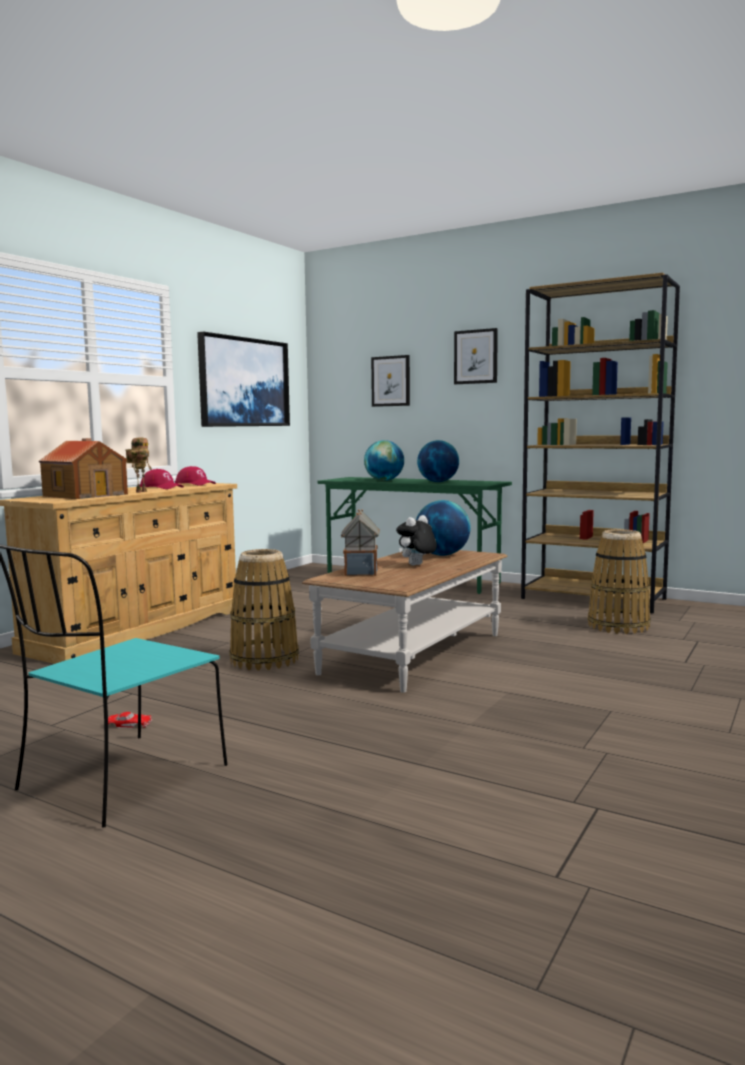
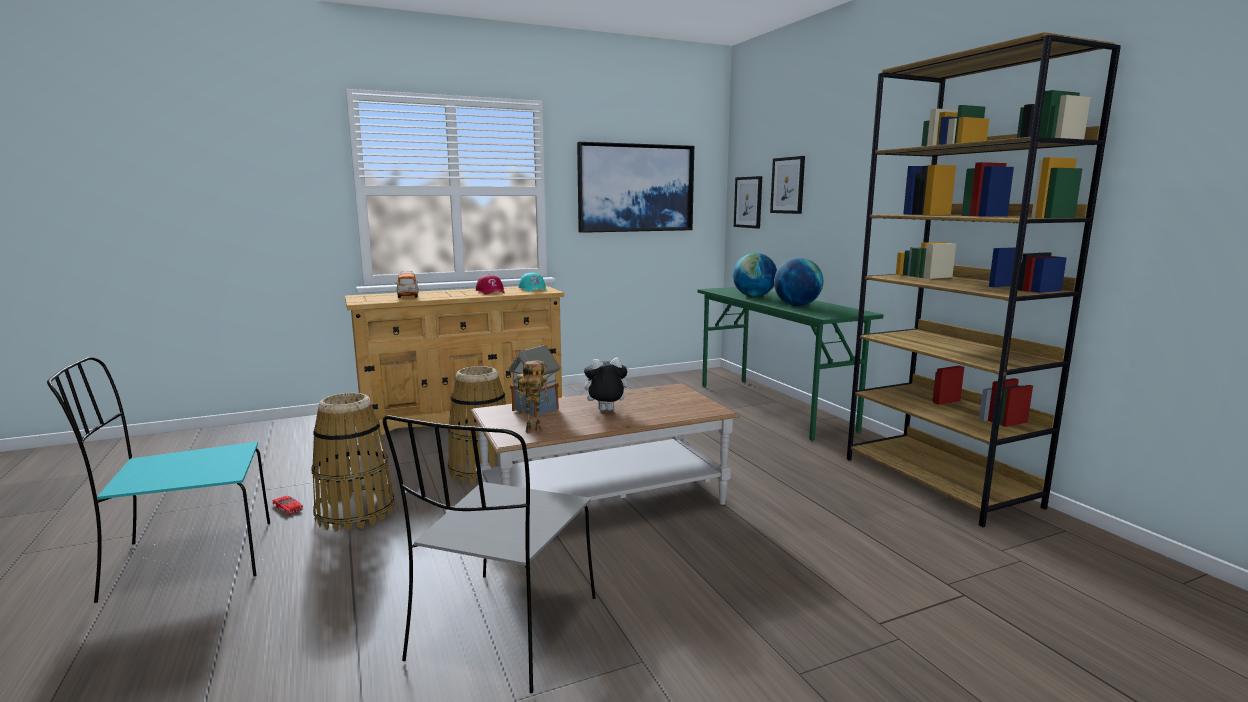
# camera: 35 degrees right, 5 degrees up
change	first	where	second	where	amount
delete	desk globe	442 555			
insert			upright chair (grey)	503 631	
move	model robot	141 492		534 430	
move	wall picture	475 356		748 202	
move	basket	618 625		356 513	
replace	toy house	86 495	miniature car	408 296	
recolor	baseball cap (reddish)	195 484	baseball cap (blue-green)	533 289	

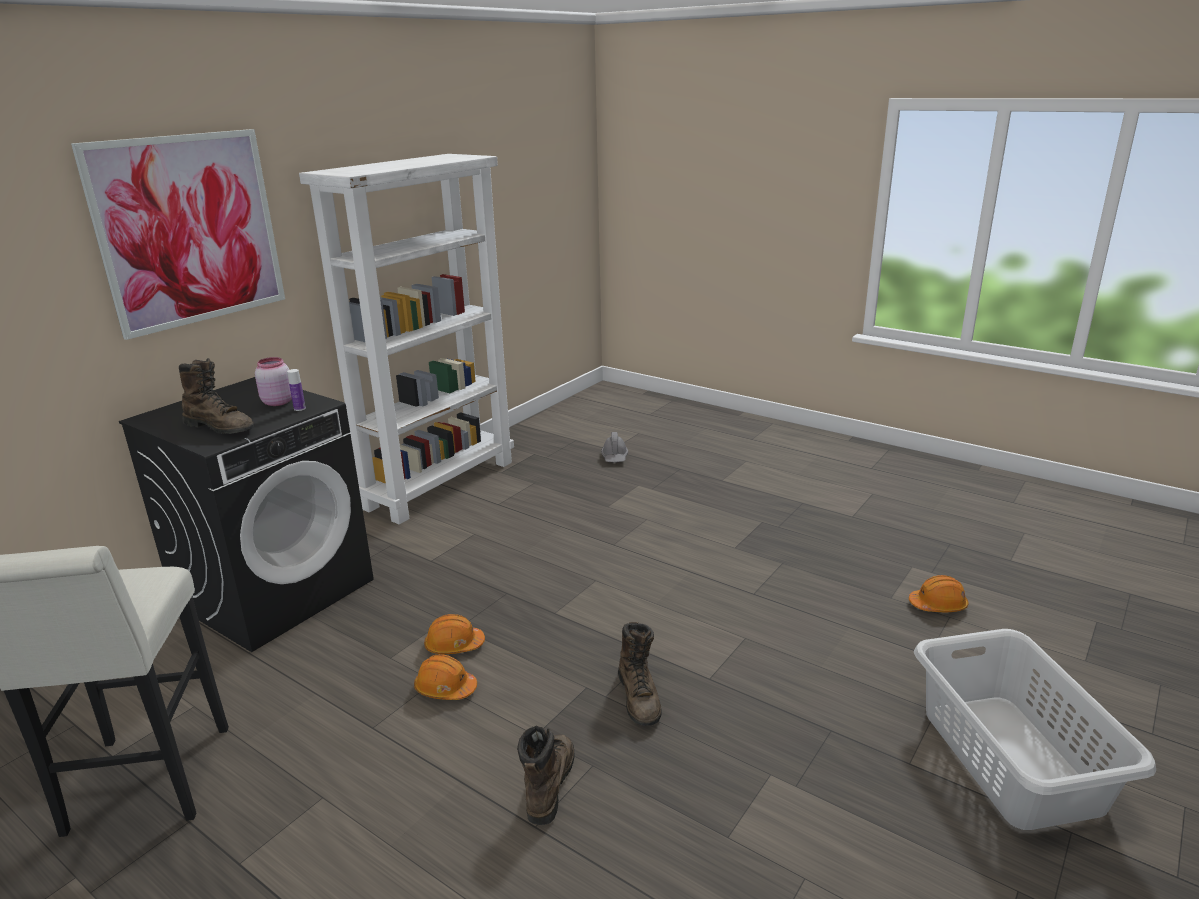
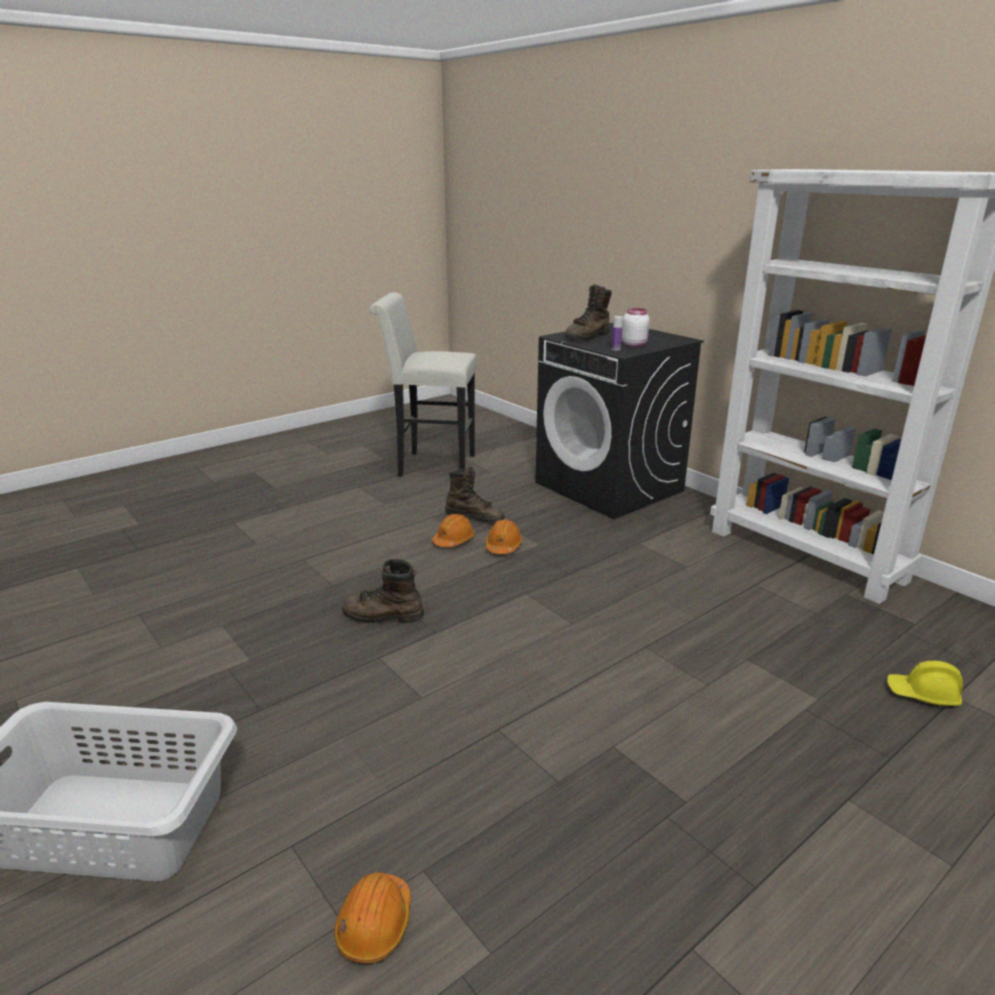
# camera: 105 degrees right, 0 degrees up
change	first	where	second	where	amount
delete	wall picture	189 230			
move	tall boot (brown)	548 784		475 516	
recolor	jar (pink-coloured)	277 402	jar (whitish)	634 345	
recolor	safety helmet (grey)	615 457	safety helmet (yellowish)	922 695	

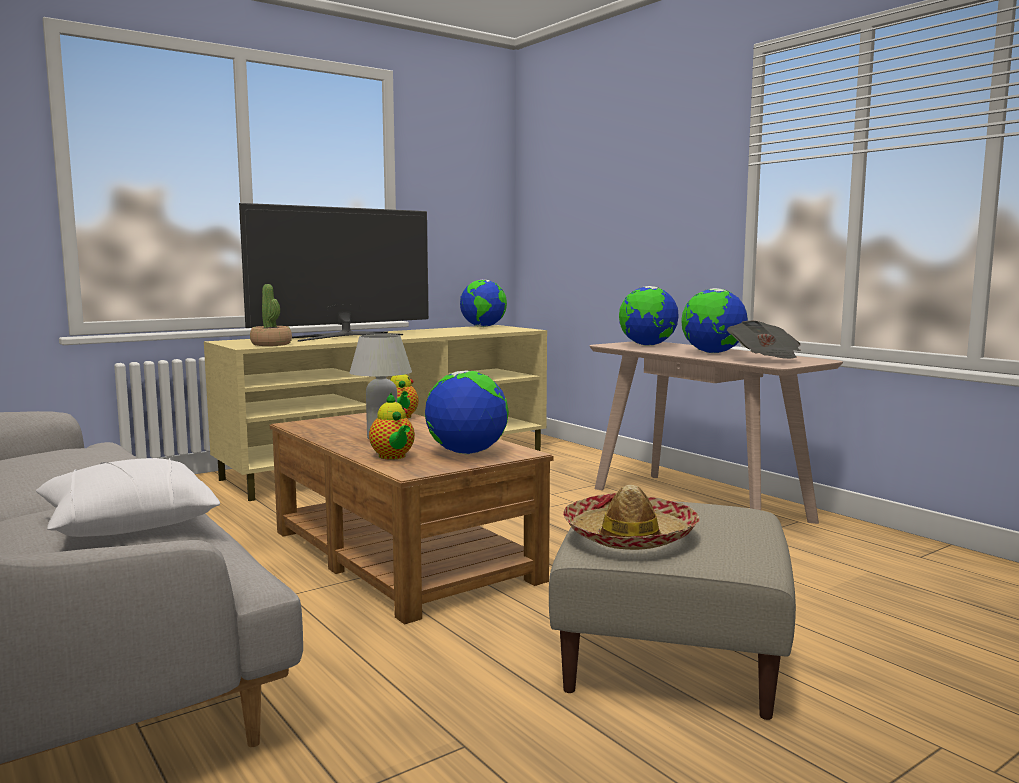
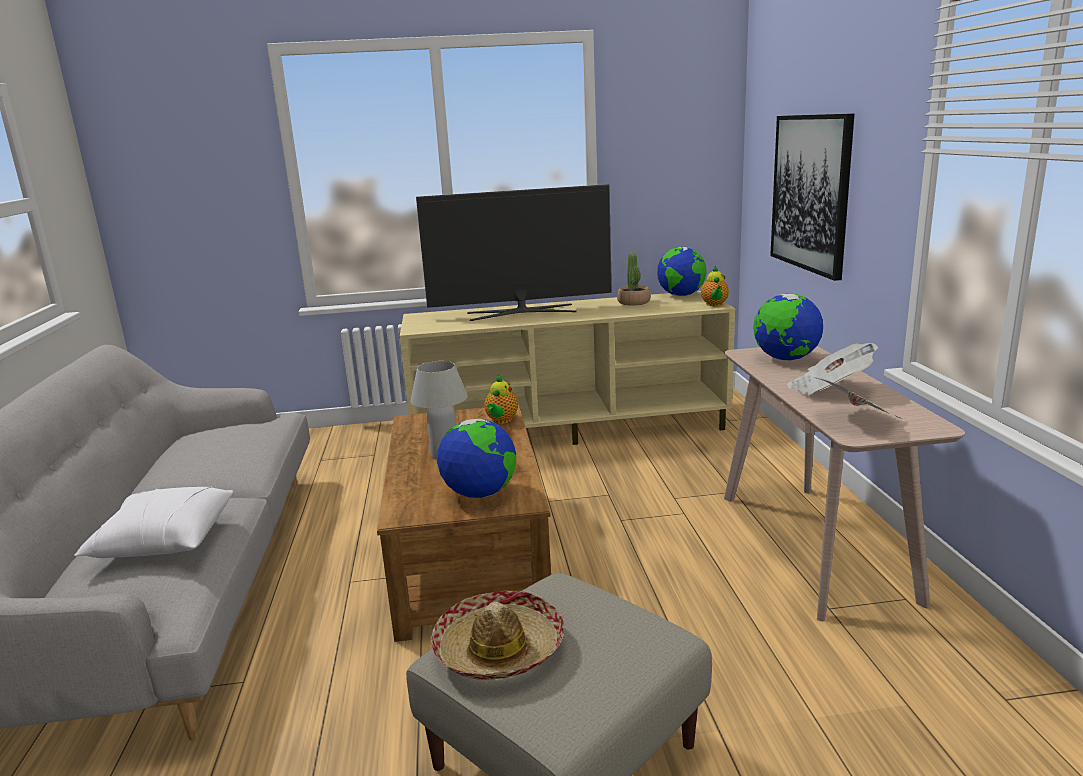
# camera: 30 degrees right, 10 degrees up
change	first	where	second	where	amount
insert			wall picture	810 193	
move	plant in a pot	271 344		634 302	
move	teapot	393 457		714 304	
replace	desk globe	712 353	printed paper	829 389	

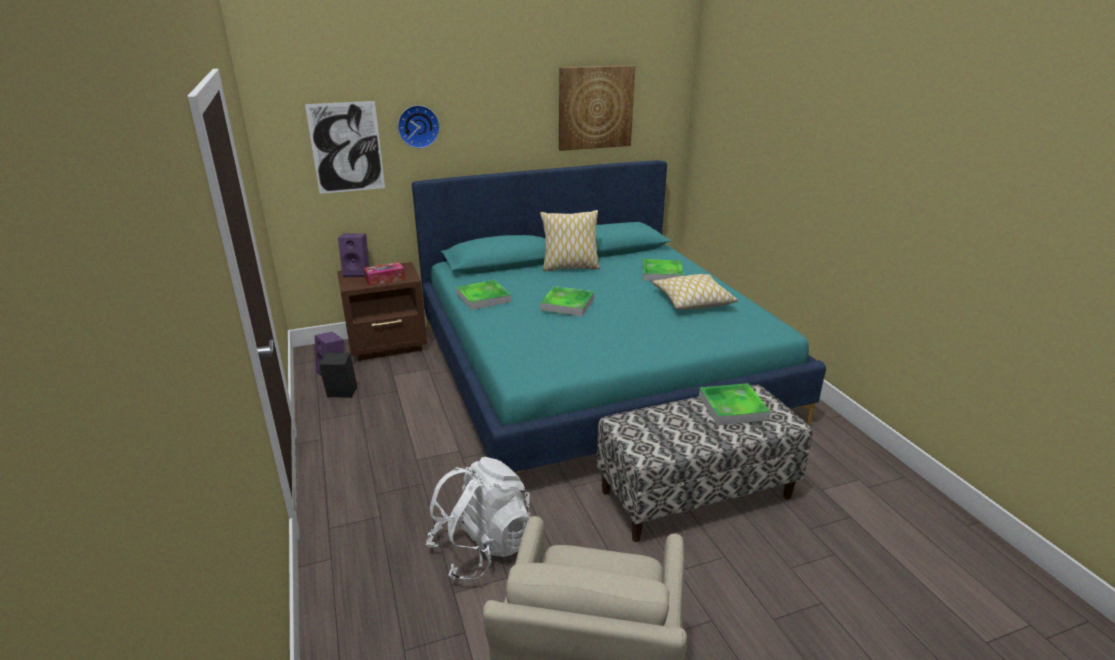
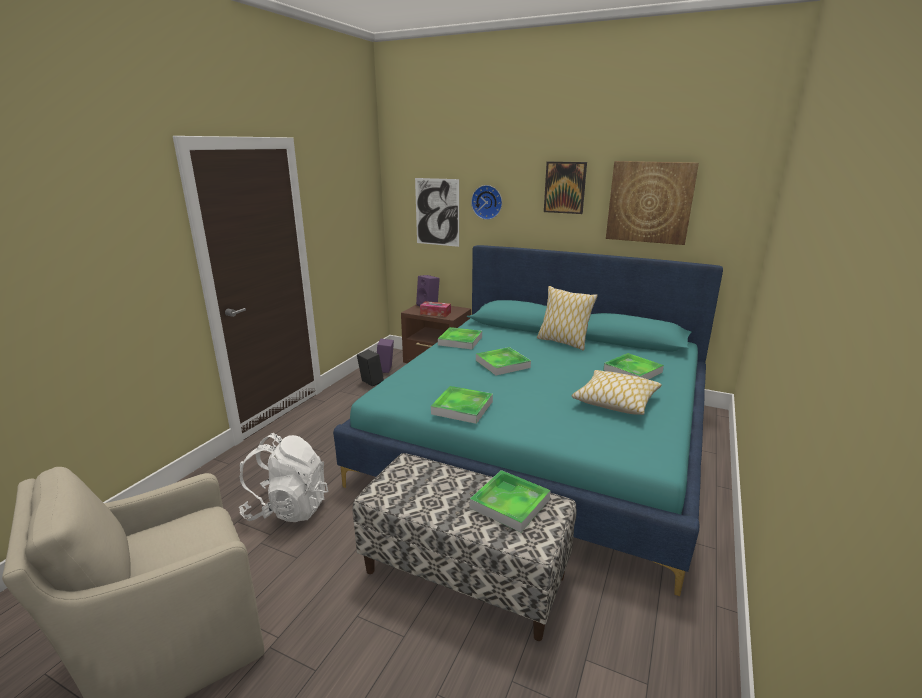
# camera: 45 degrees right, 5 degrees down
change	first	where	second	where	amount
insert			tray	462 408	
insert			wall picture	565 187	

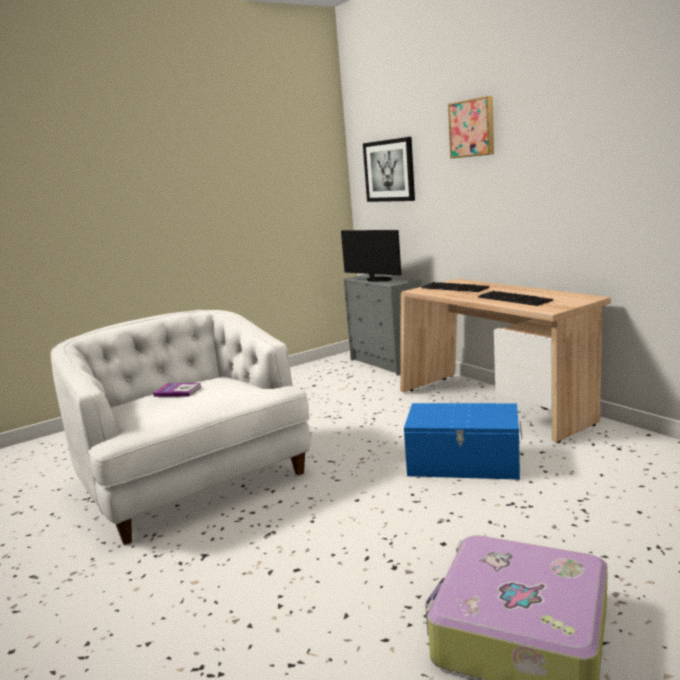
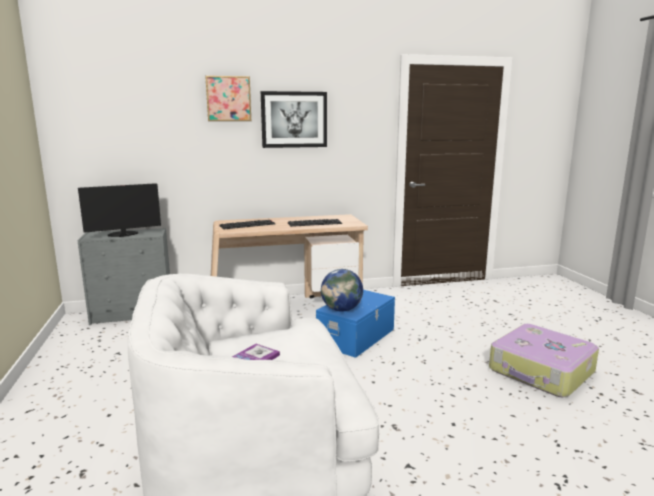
# camera: 70 degrees left, 0 degrees up
change	first	where	second	where	amount
insert			desk globe	341 309	
move	wall picture	389 170		294 119	

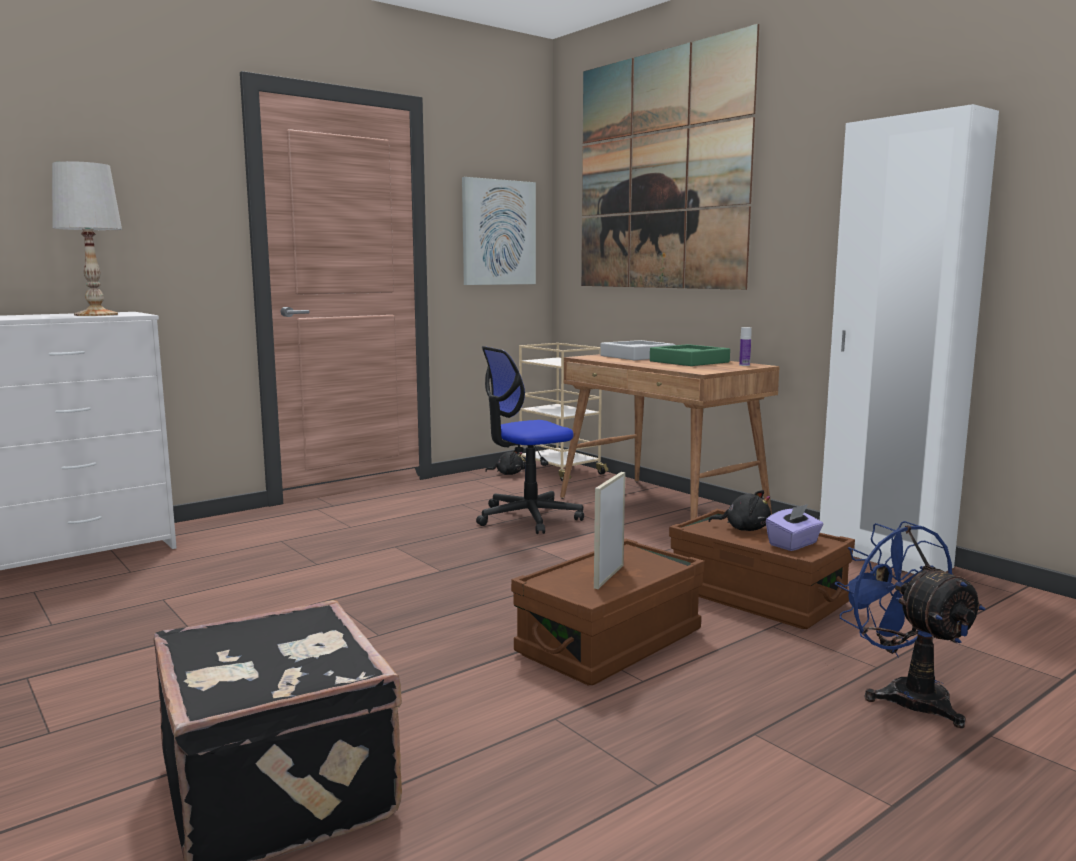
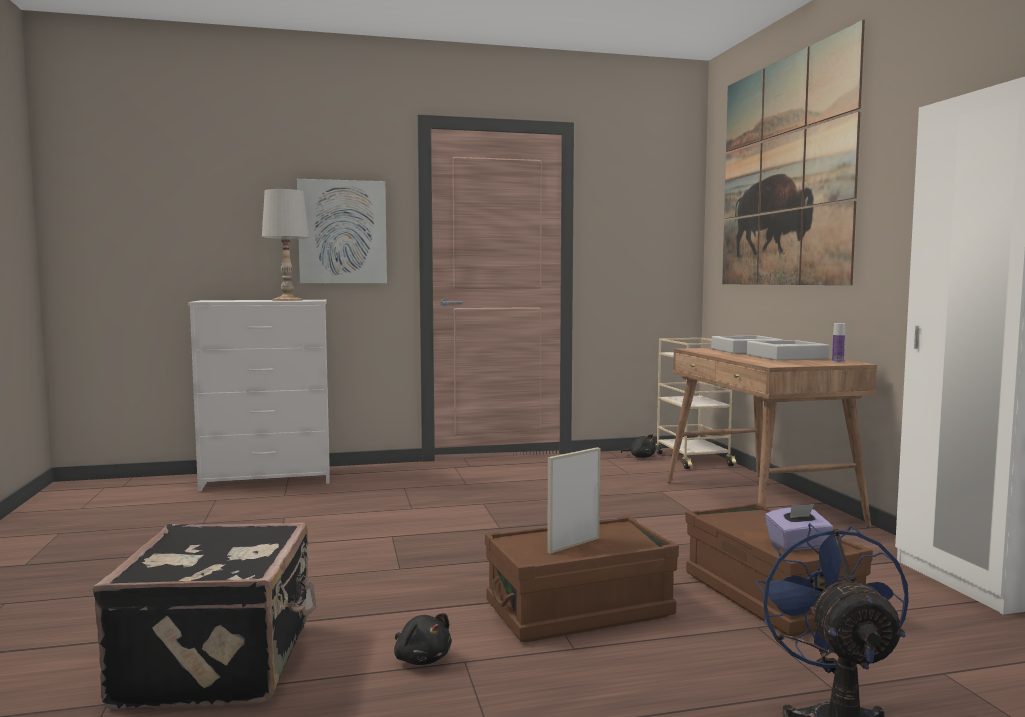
# camera: 25 degrees right, 5 degrees down
change	first	where	second	where	amount
delete	desk chair	528 517			
move	wall picture	498 232		342 232	
move	soft toy (black-coloured)	744 529		421 659	
recolor	tray (green)	689 361	tray (grey)	786 357	

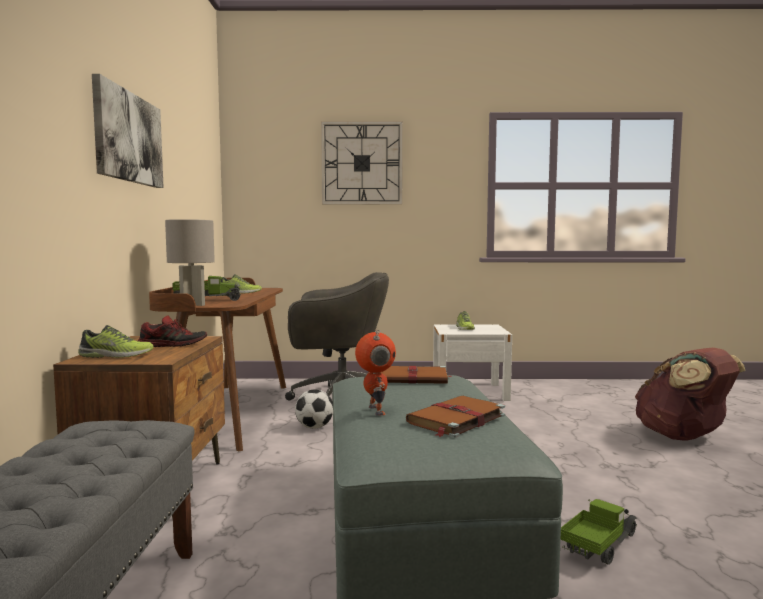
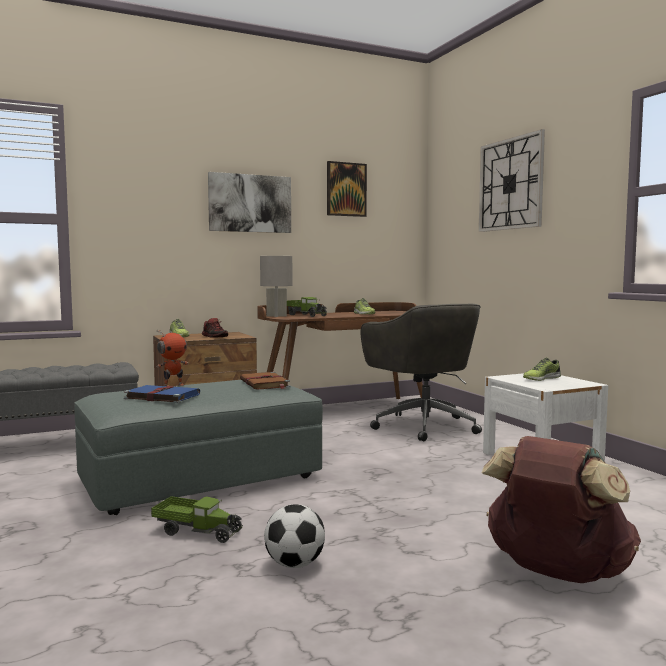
# camera: 65 degrees right, 0 degrees up
change	first	where	second	where	amount
insert			wall picture	346 189	
move	football ball	314 427		295 564	
recolor	volume (brown)	455 419	volume (bluish)	161 396	

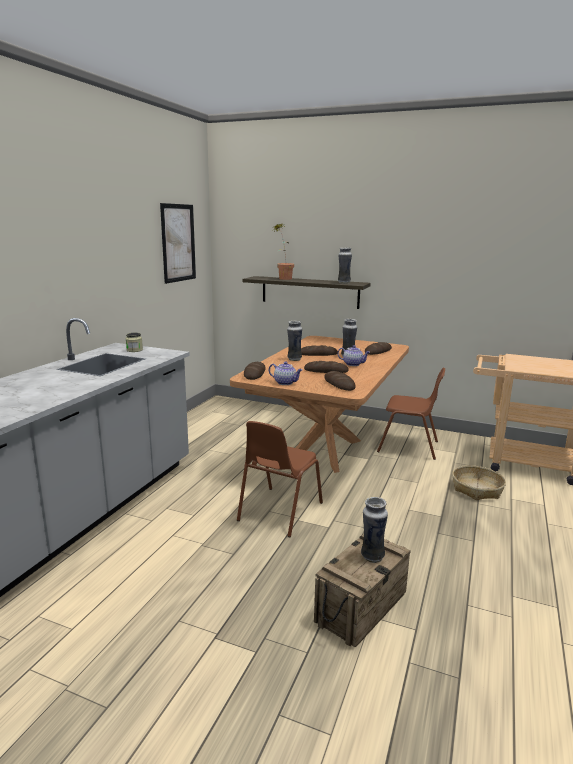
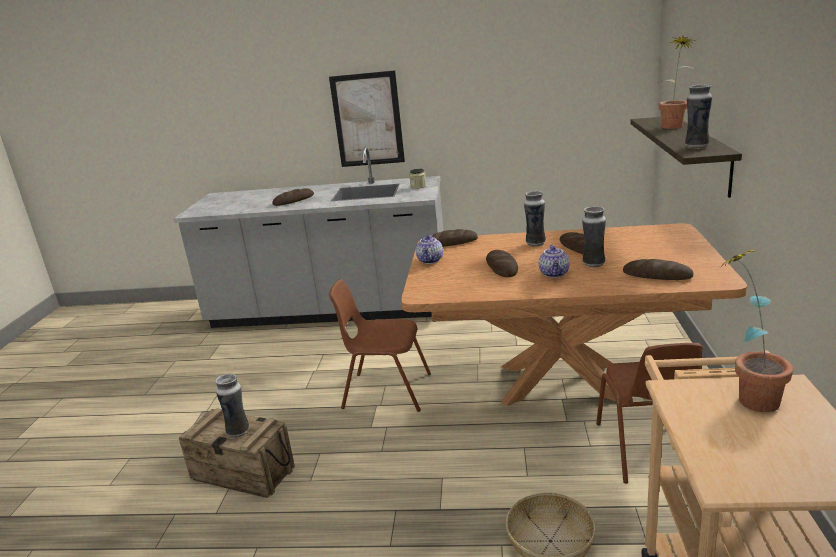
# camera: 75 degrees right, 5 degrees up
change	first	where	second	where	amount
insert			plant in a pot	748 396	
move	wall picture	178 243		367 119	
move	bakery bread	339 384		293 200	

